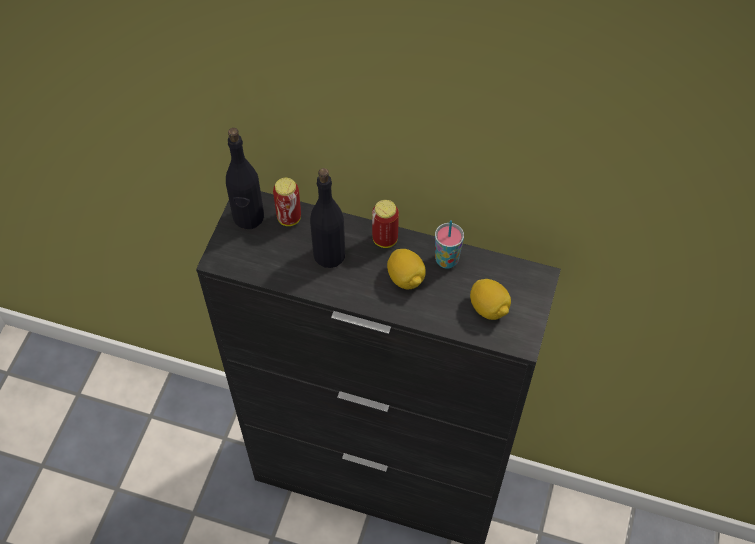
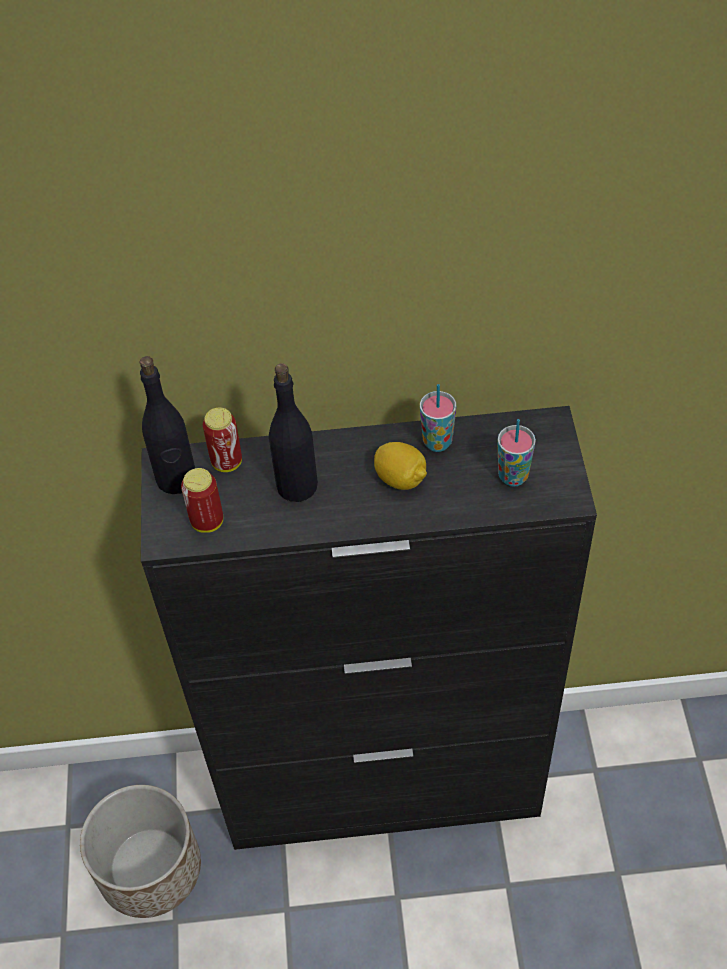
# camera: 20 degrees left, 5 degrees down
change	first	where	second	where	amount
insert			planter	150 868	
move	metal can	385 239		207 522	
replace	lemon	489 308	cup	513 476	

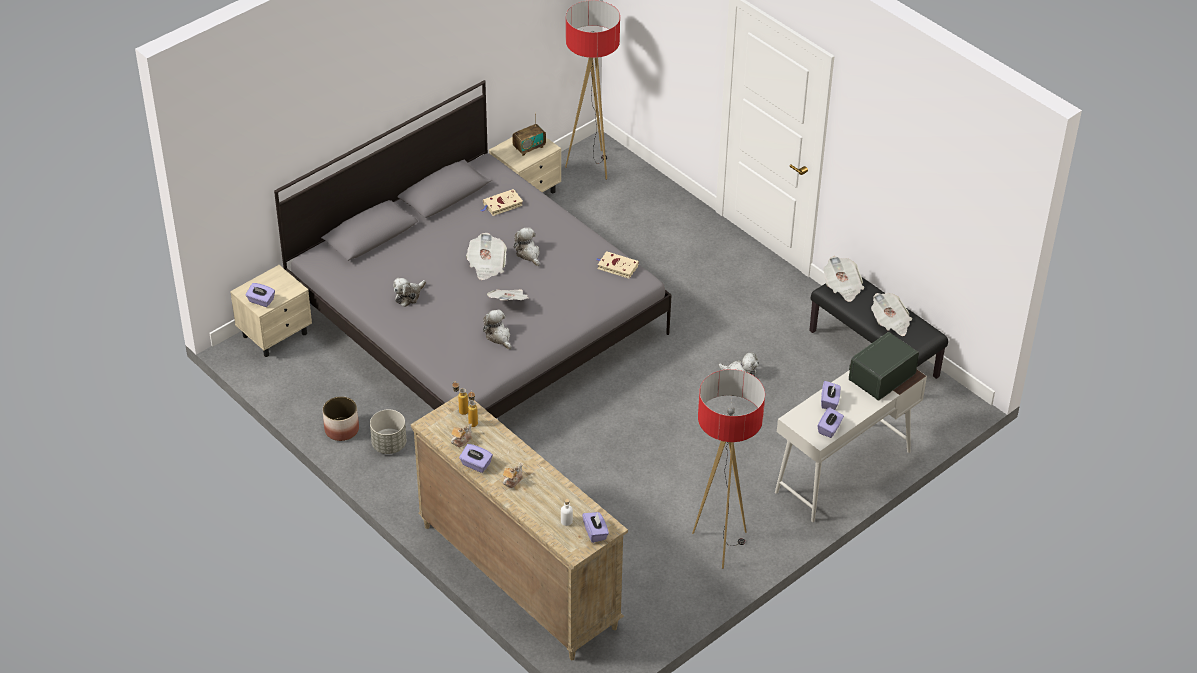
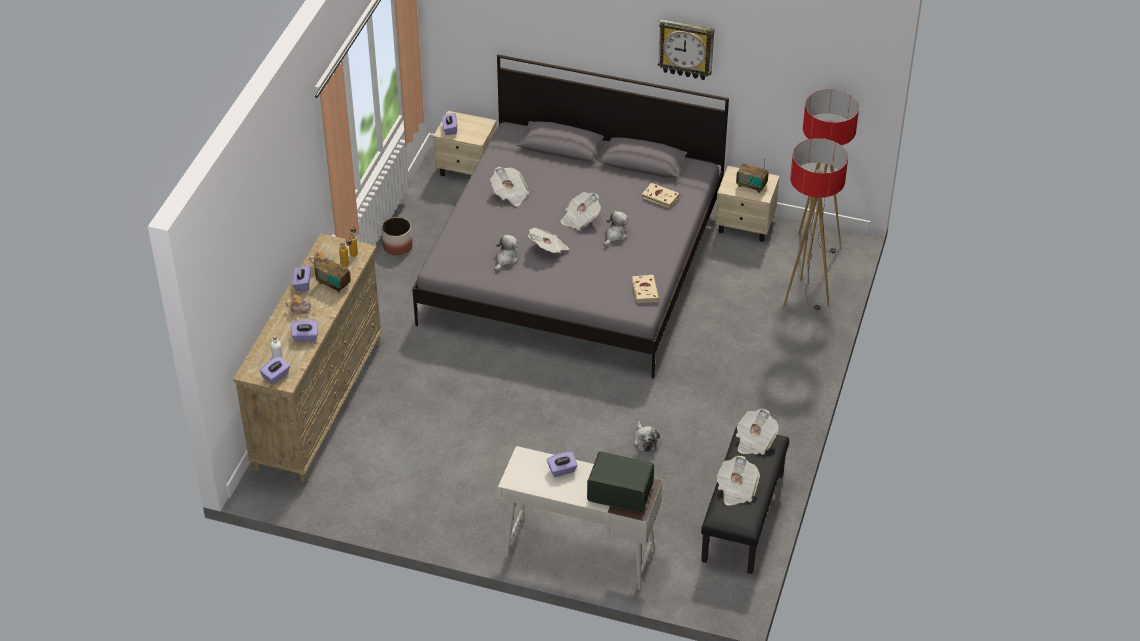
# camera: 60 degrees right, 0 degrees up
change	first	where	second	where	amount
delete	planter (grey)	389 444			
insert			radio receiver	333 284	
insert			clock on the wall	686 49	
move	standing lamp	720 544		804 298	
move	tissue box (purple)	829 429		305 337	
replace	soft toy	409 296	printed paper	510 194	

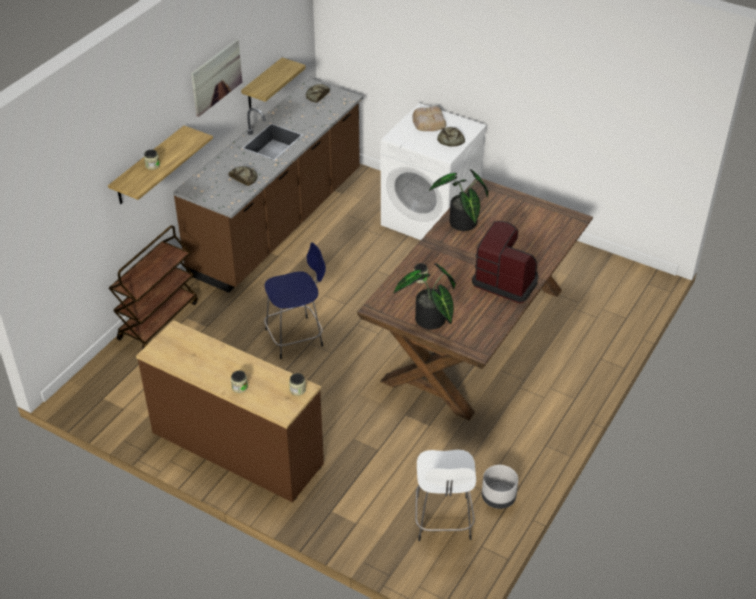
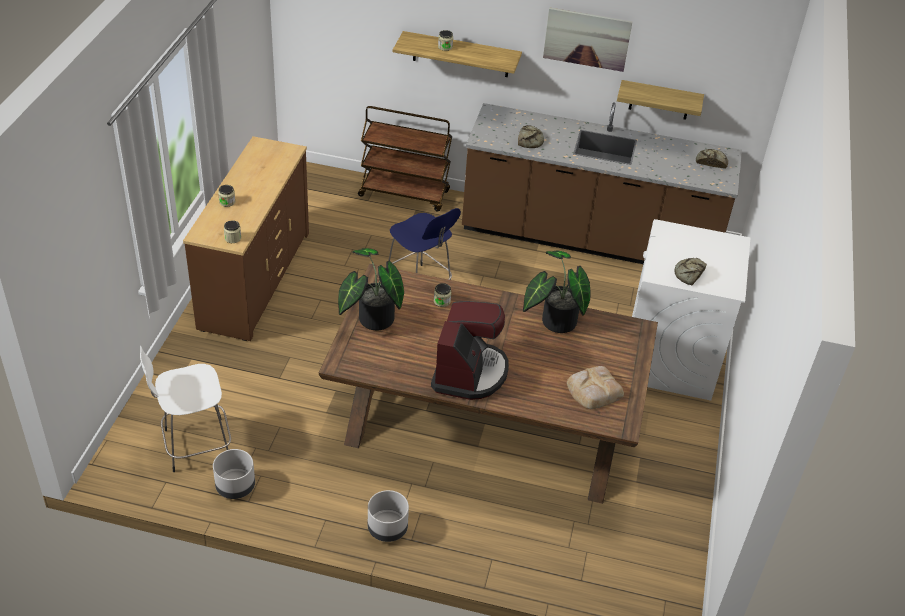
# camera: 70 degrees right, 0 degrees up
change	first	where	second	where	amount
insert			planter (grey)	387 529	
move	bakery bread	428 122		593 390	

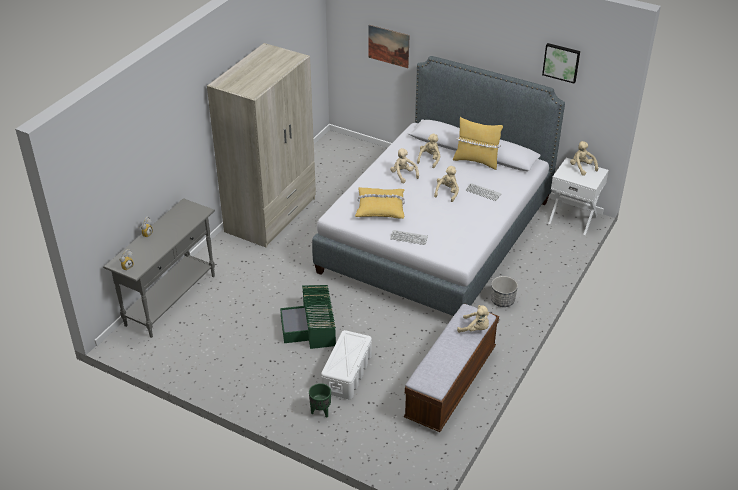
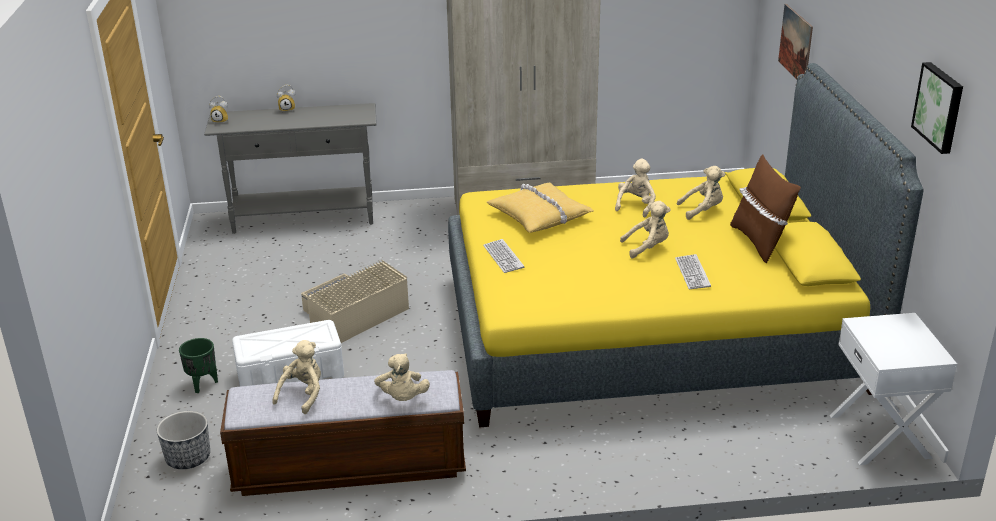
# camera: 55 degrees right, 10 degrees down
change	first	where	second	where	amount
move	planter	502 300		188 458	
move	soft toy (sand-coloured)	581 167		303 395	
recolor	storage box (green)	311 327	storage box (sand-coloured)	351 316	
recolor	bedroom bed (grey)	436 235	bedroom bed (yellowish)	650 331	
recolor	throw pillow (yellowish)	476 161	throw pillow (brown)	759 242	

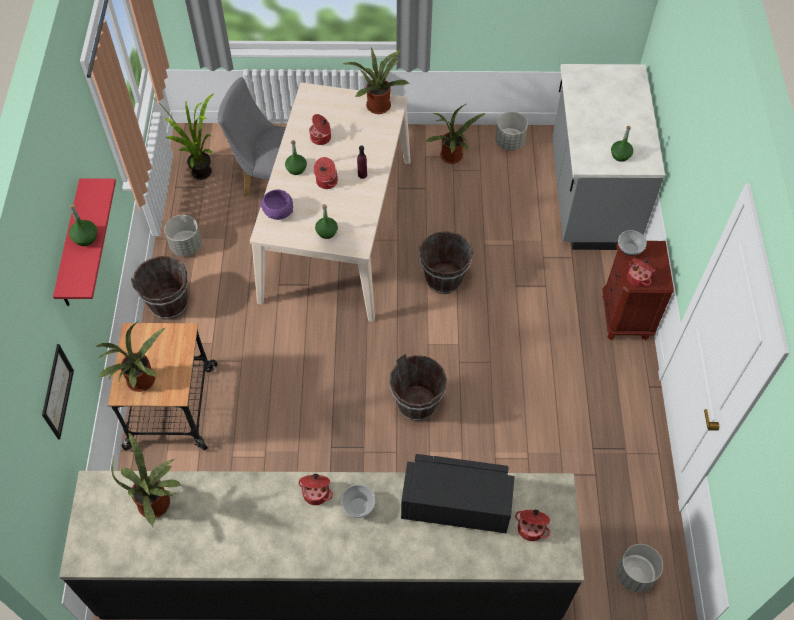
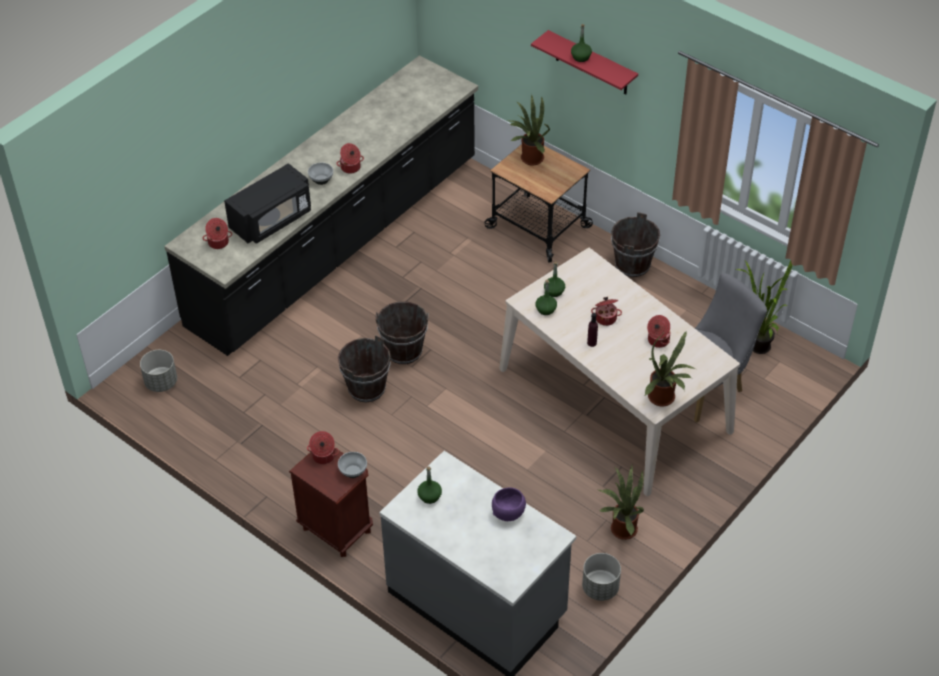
# camera: 130 degrees right, 10 degrees down
change	first	where	second	where	amount
delete	wall picture	57 391			
delete	plant in a pot	158 503			
delete	planter (grey)	186 246			
move	serving bowl (purple)	278 213		508 512	
move	bottle (green)	296 169		546 309	
move	pail (brown)	443 279		366 388	

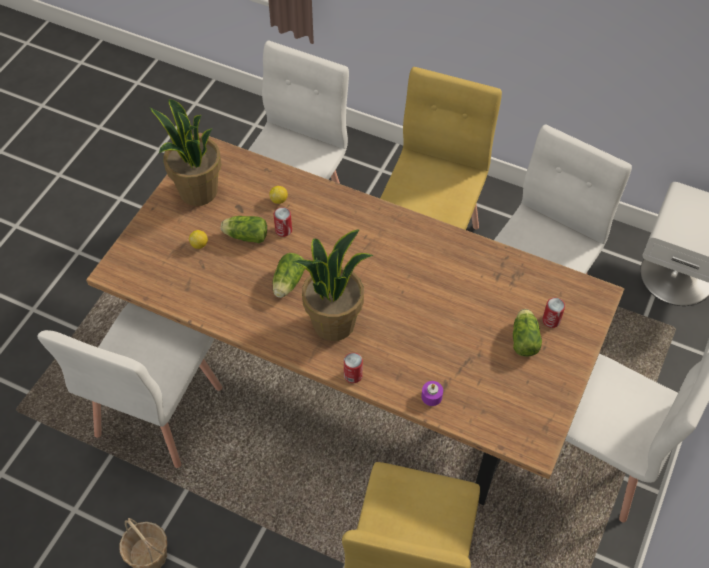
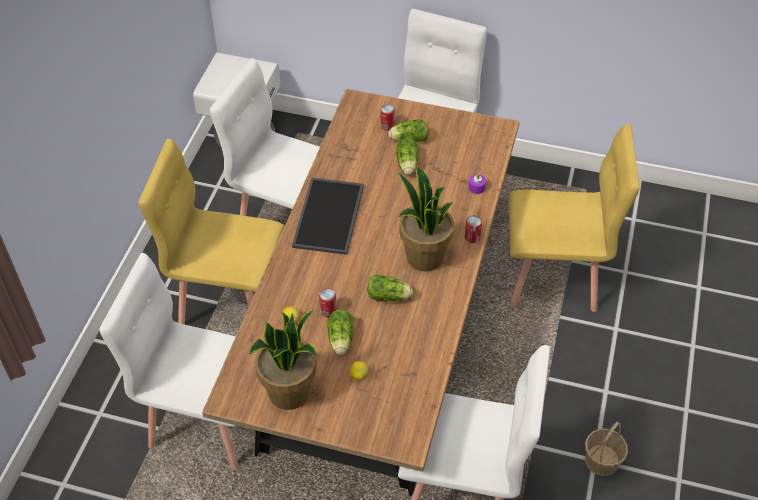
# camera: 100 degrees left, 5 degrees down
change	first	where	second	where	amount
insert			tray	330 217	
insert			lettuce	407 165	

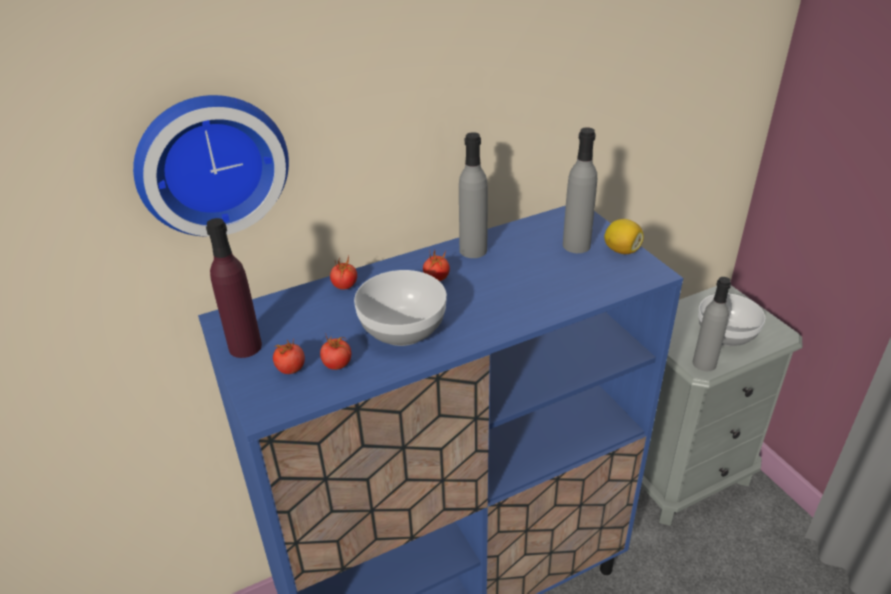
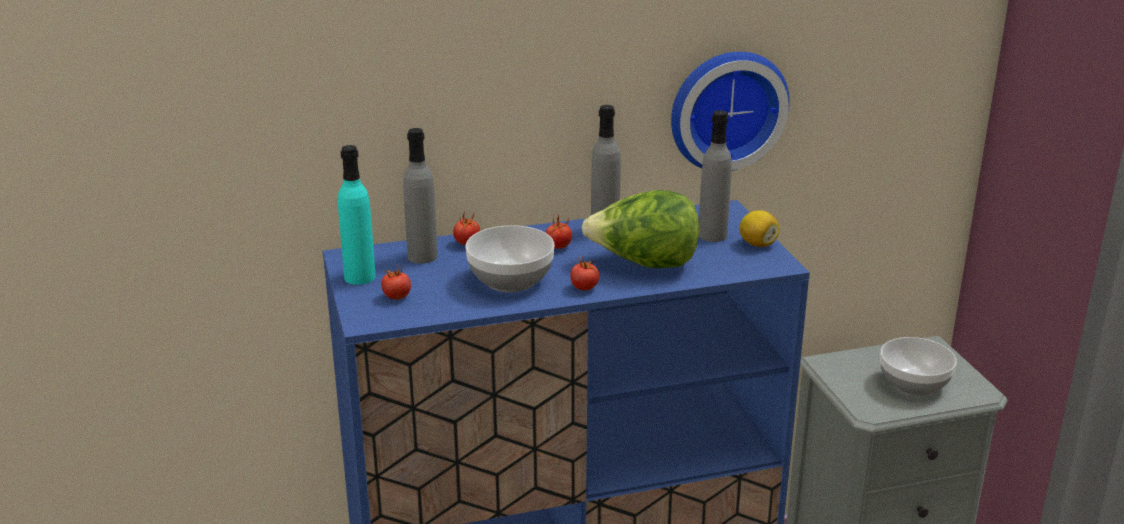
# camera: 10 degrees right, 10 degrees down
change	first	where	second	where	amount
insert			lettuce	644 264	
move	clock on the wall	211 163		726 108	
move	tomato	337 365		584 288	
move	bottle (grey)	704 363		422 256	
recolor	bottle (purple)	245 347	bottle (blue-green)	360 277	

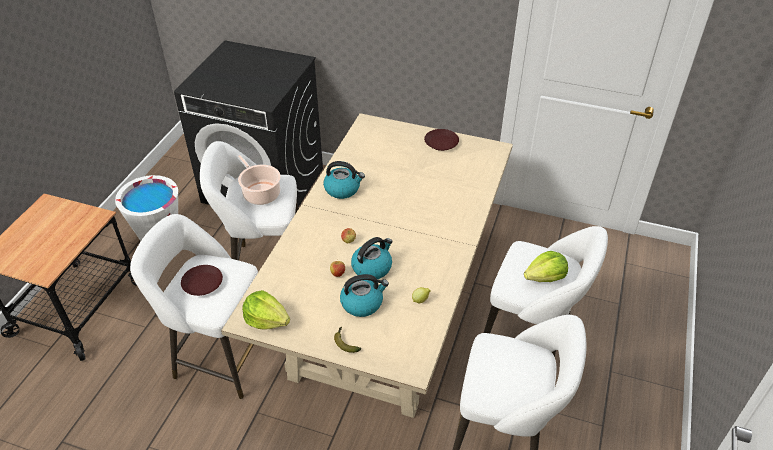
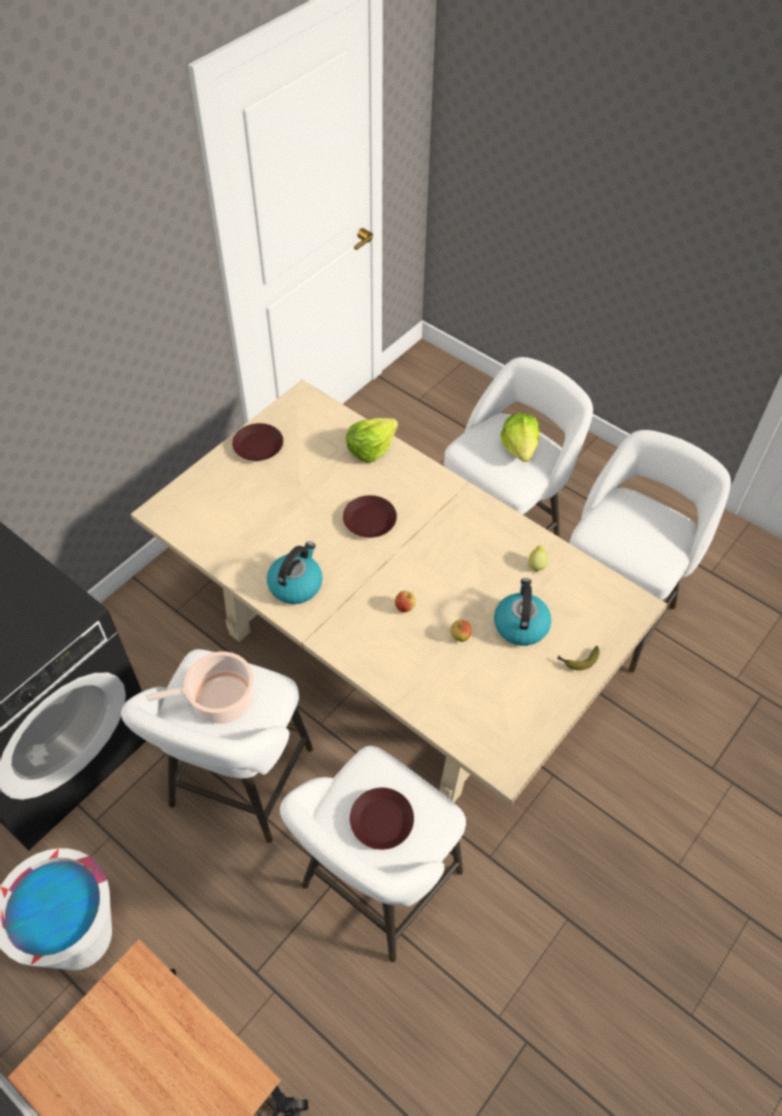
# camera: 70 degrees left, 10 degrees up
change	first	where	second	where	amount
delete	tea kettle	372 267			
insert			flat dish (brown)	370 520	
move	lettuce	266 320		370 448	

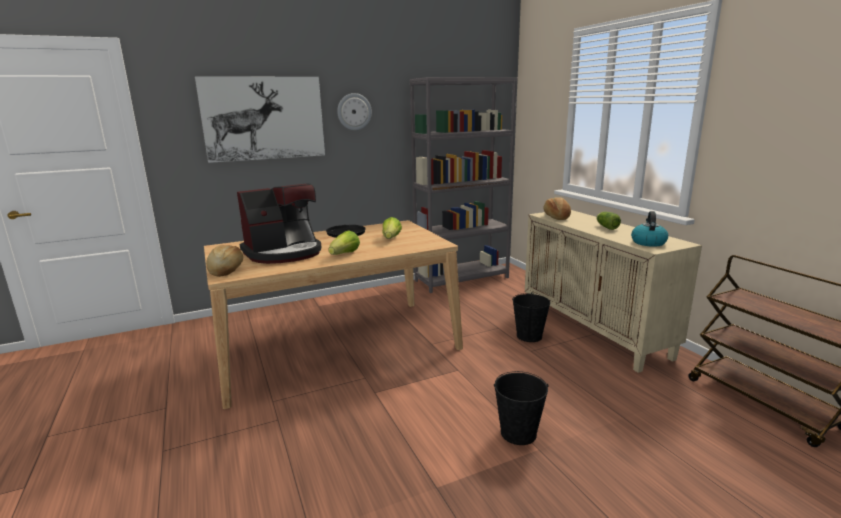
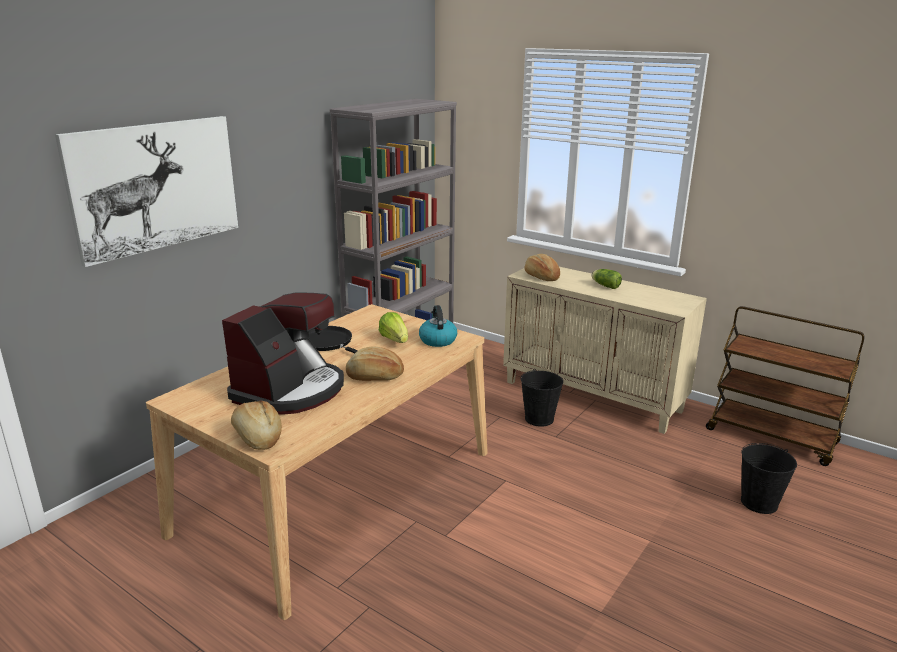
# camera: 30 degrees left, 5 degrees up
change	first	where	second	where	amount
delete	clock on the wall	354 111			
move	pail (black-coloured)	518 433		759 503	
move	tea kettle	648 242		437 340	
replace	lettuce	345 254	bakery bread	375 377	

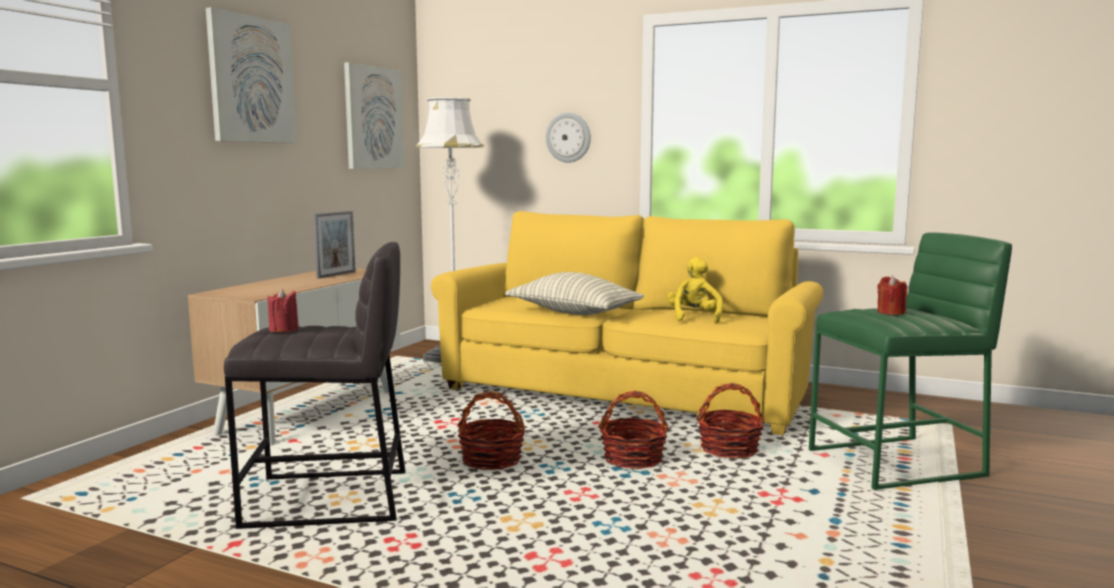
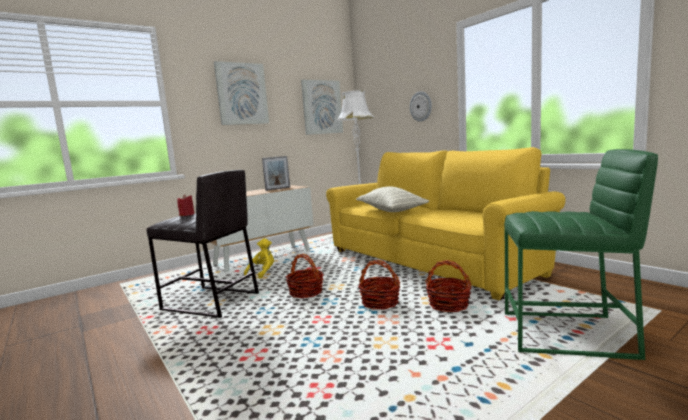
# camera: 30 degrees right, 0 degrees up
change	first	where	second	where	amount
delete	wax light (reddish)	890 312			
move	soft toy (yellowish)	694 318		263 272	

